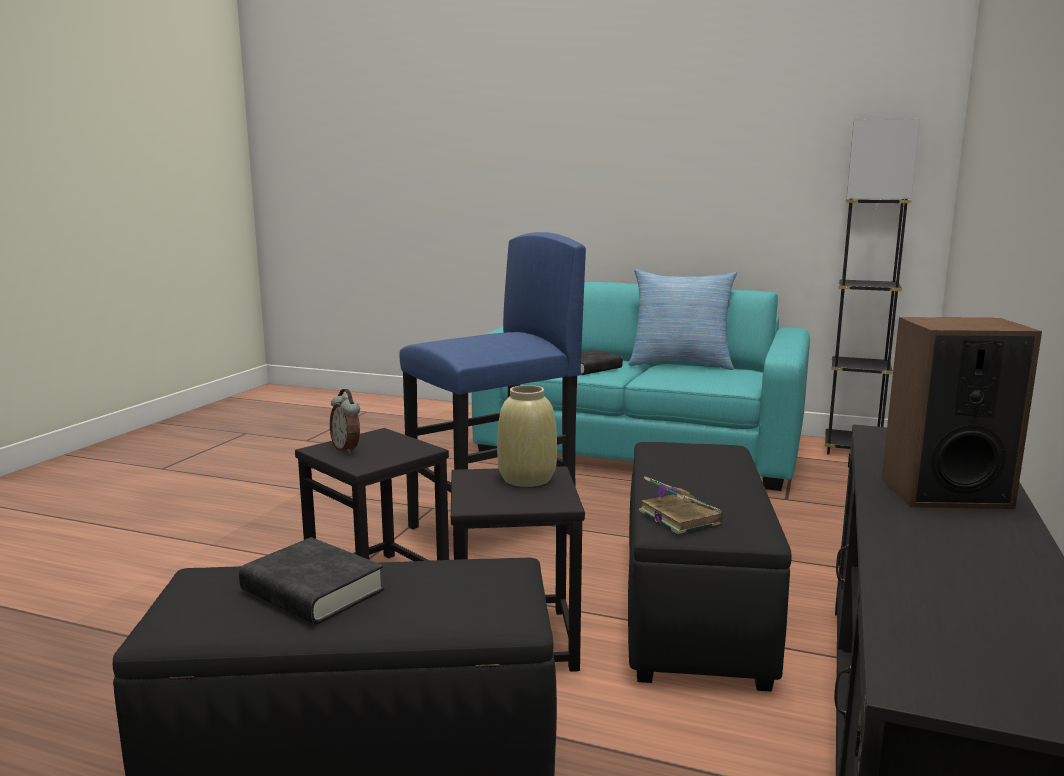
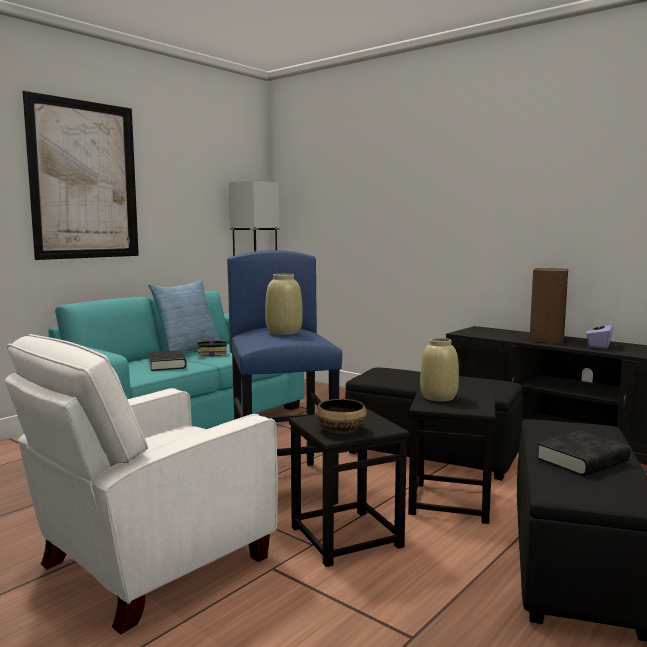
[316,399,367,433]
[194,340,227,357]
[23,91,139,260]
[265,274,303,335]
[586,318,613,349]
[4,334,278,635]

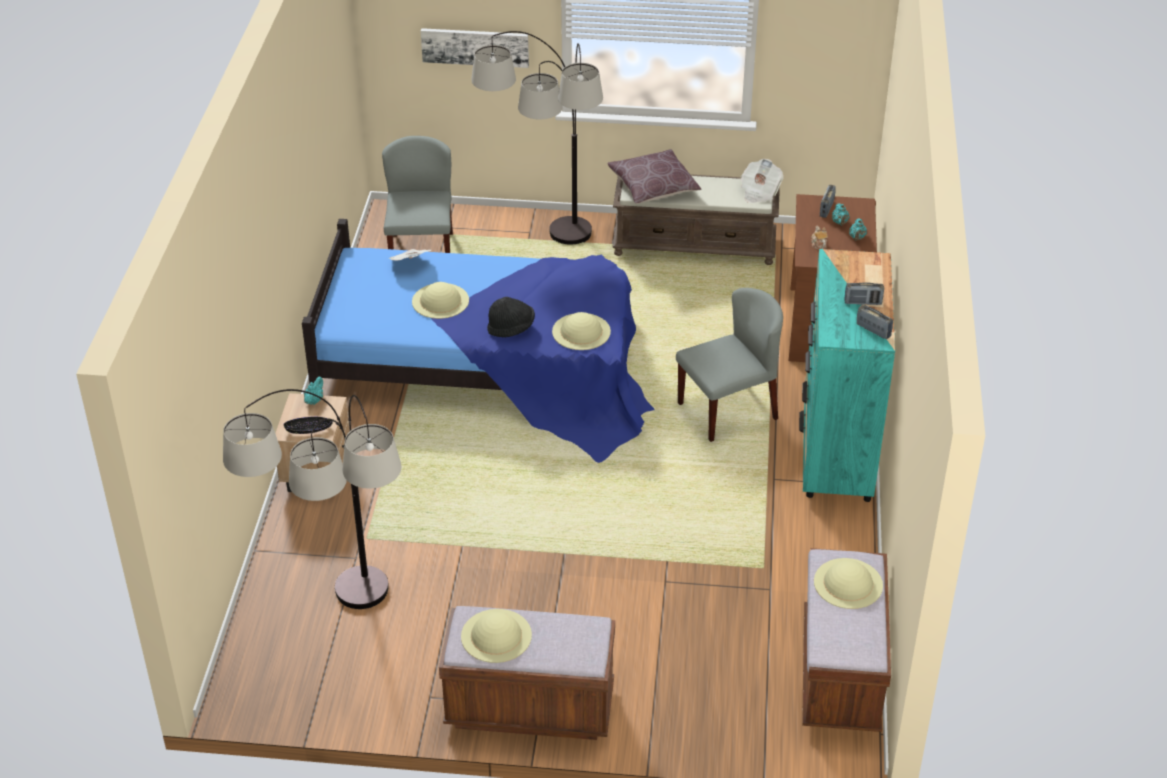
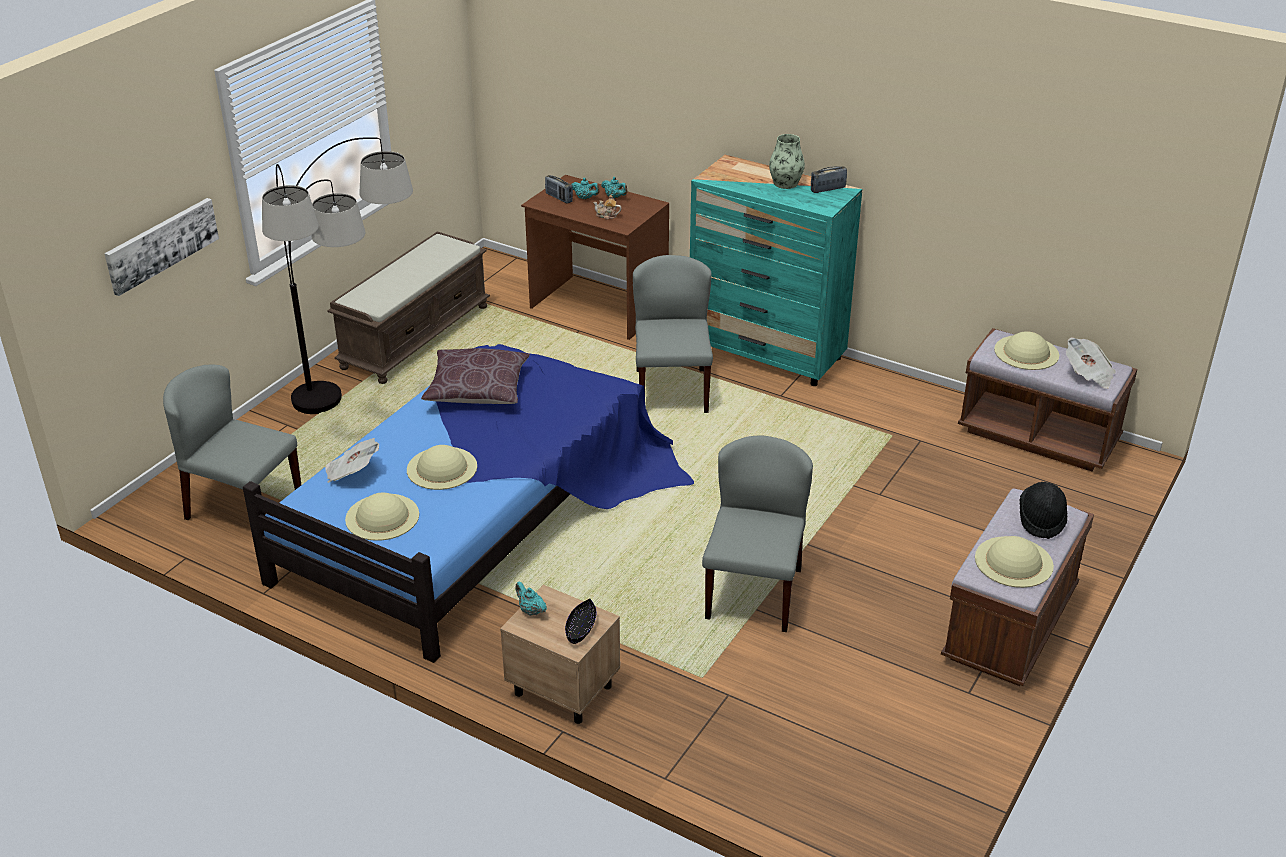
[421,348,530,404]
[1066,337,1116,389]
[769,134,805,189]
[1019,482,1067,539]
[345,493,419,541]
[223,389,401,609] (first image)
[702,435,813,632]

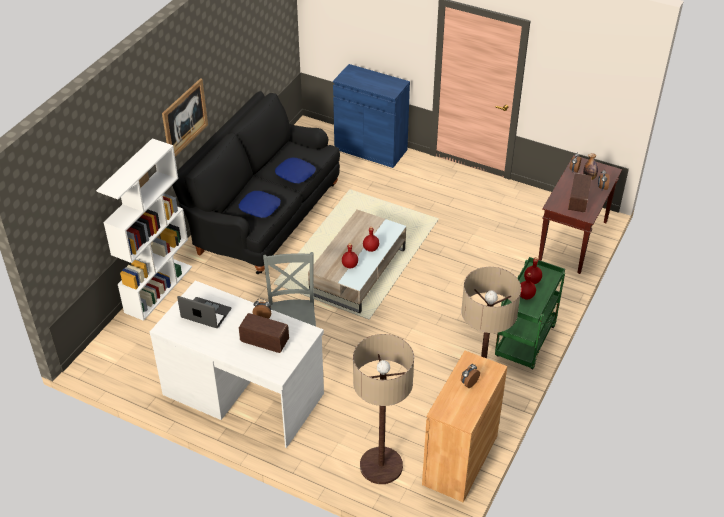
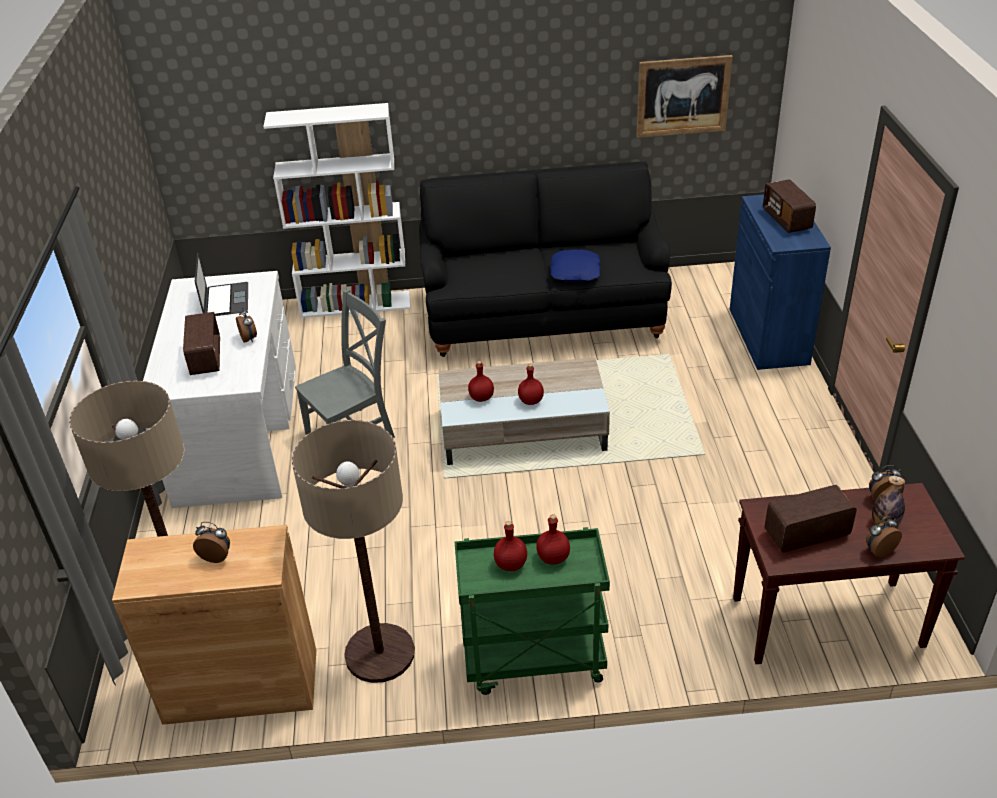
[636,55,733,138]
[239,191,281,218] (first image)
[763,179,816,233]

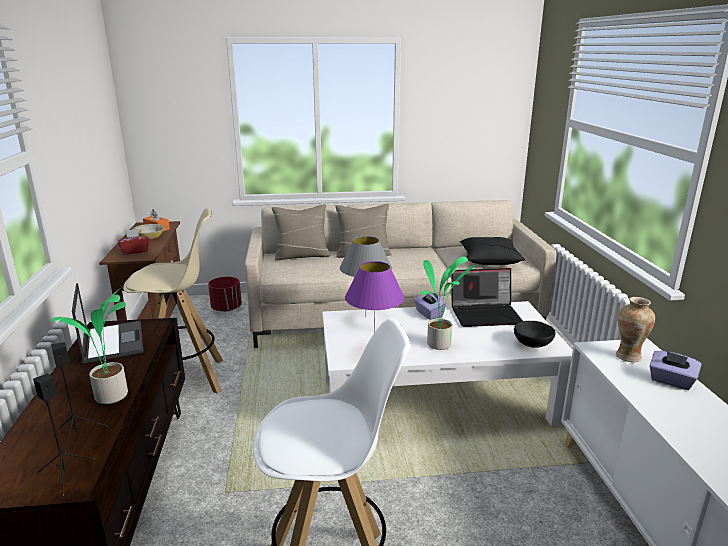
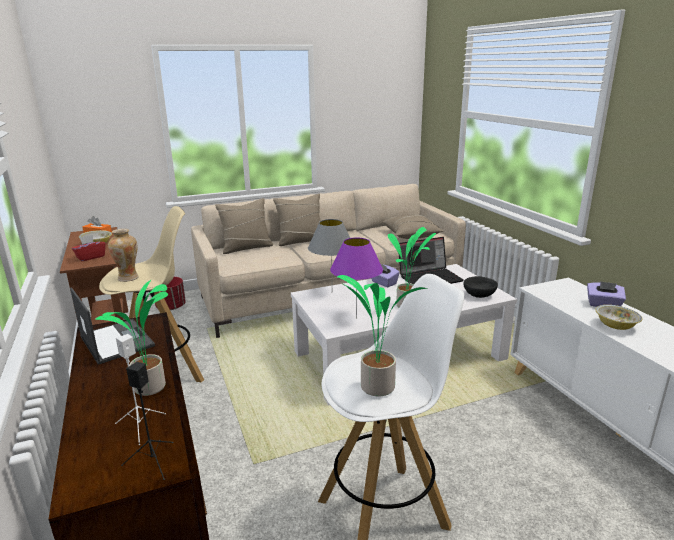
[383,215,443,239]
[108,229,139,282]
[115,334,166,445]
[337,275,428,397]
[596,305,642,330]

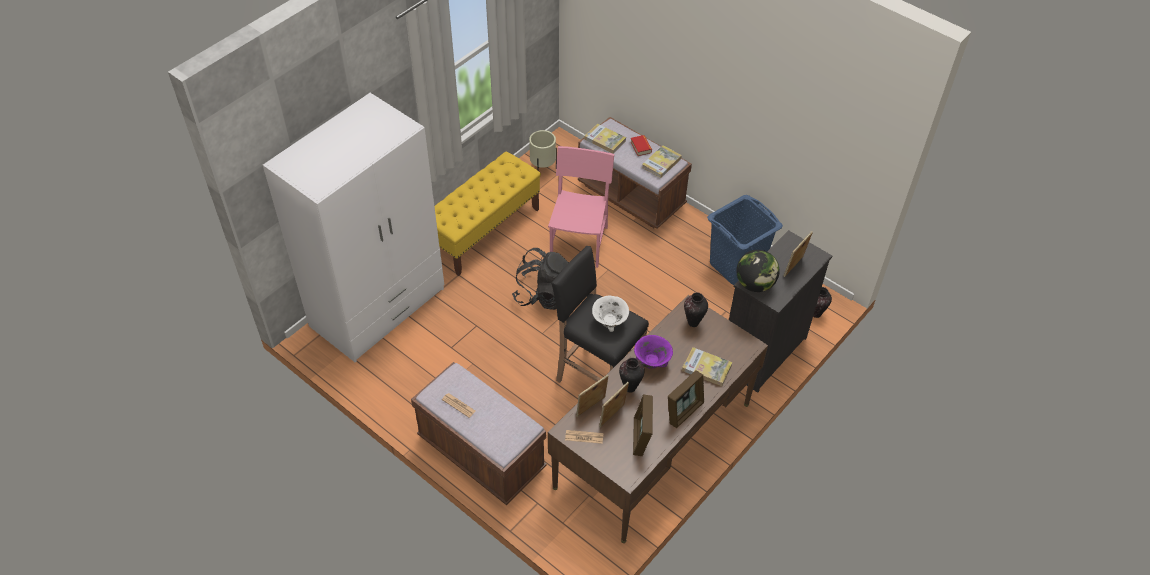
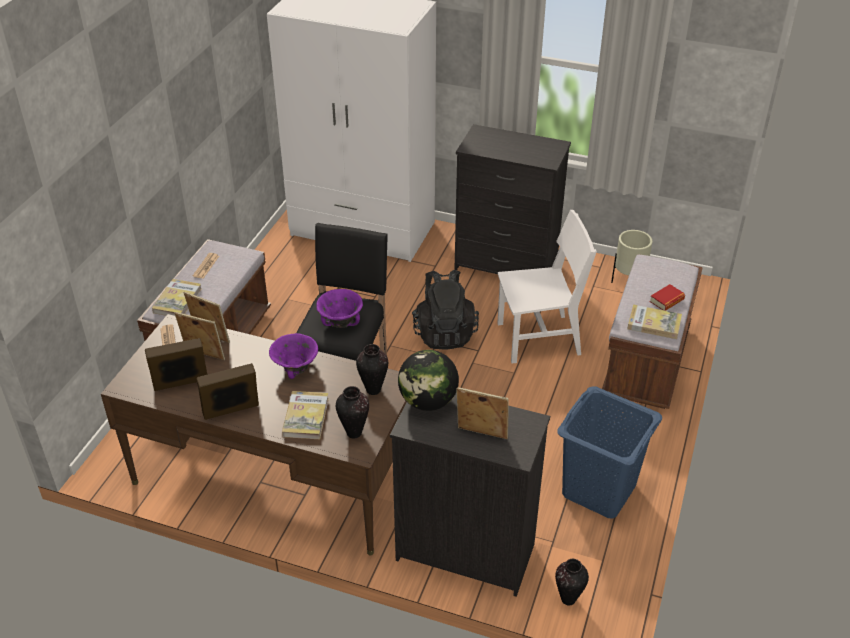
[152,279,202,316]
[497,210,597,364]
[454,124,571,274]
[316,289,363,328]
[336,386,369,439]
[197,363,259,420]

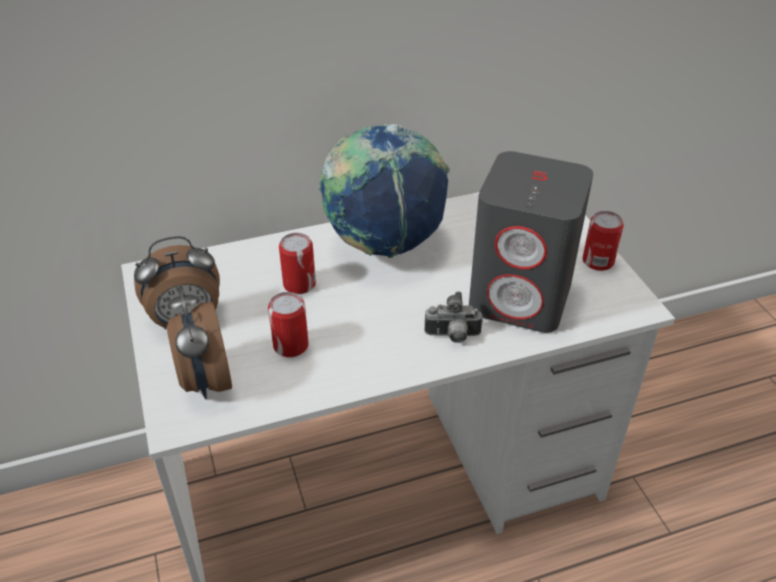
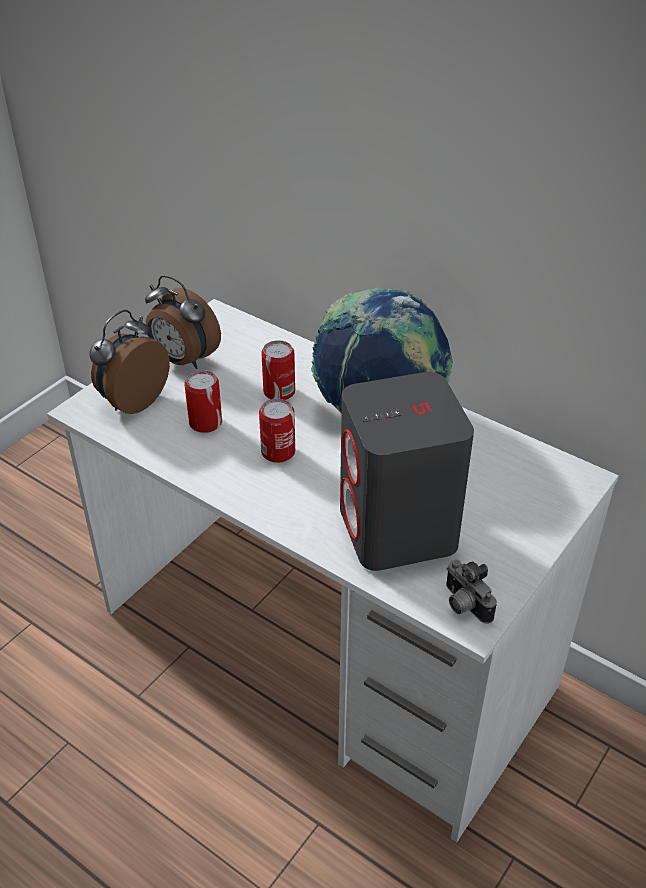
[259,399,295,463]
[446,559,497,624]

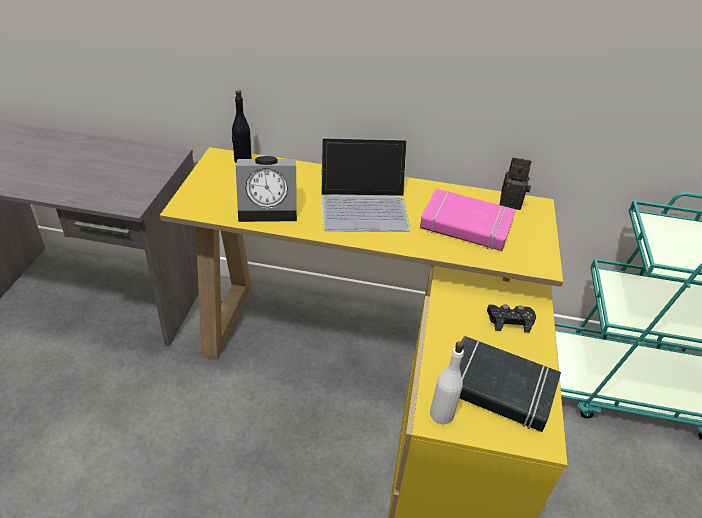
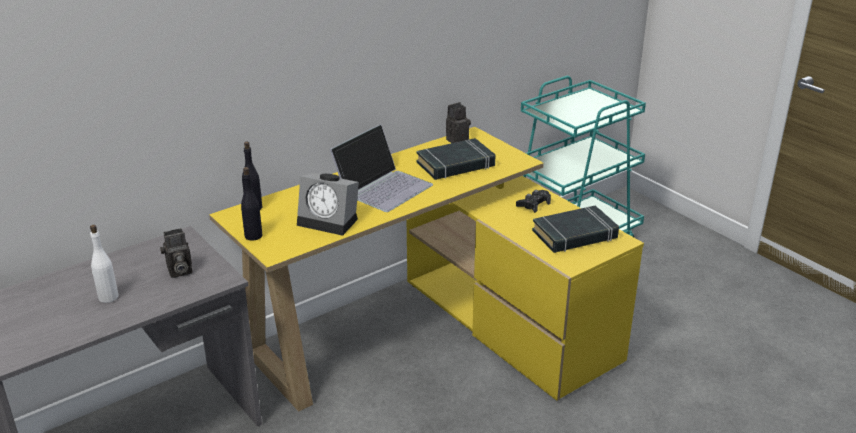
[297,173,359,236]
[416,138,496,180]
[90,225,119,303]
[241,167,262,241]
[160,228,192,278]

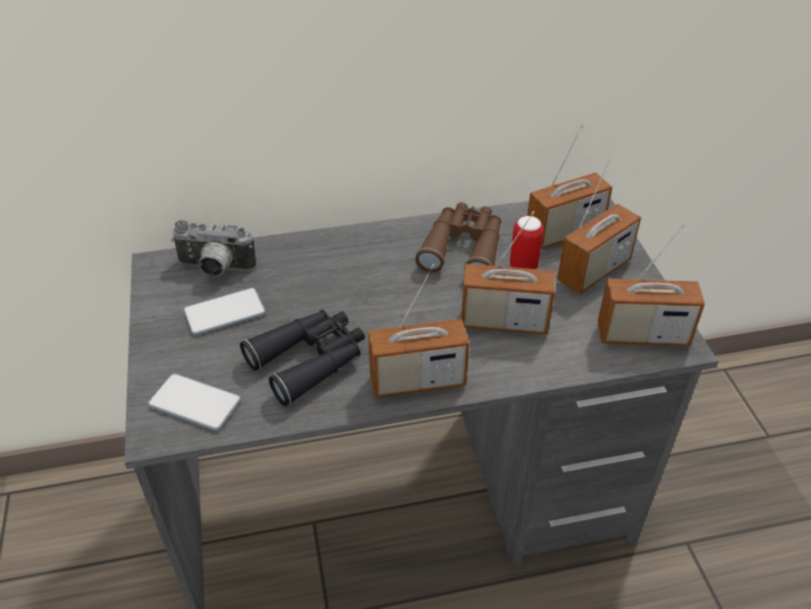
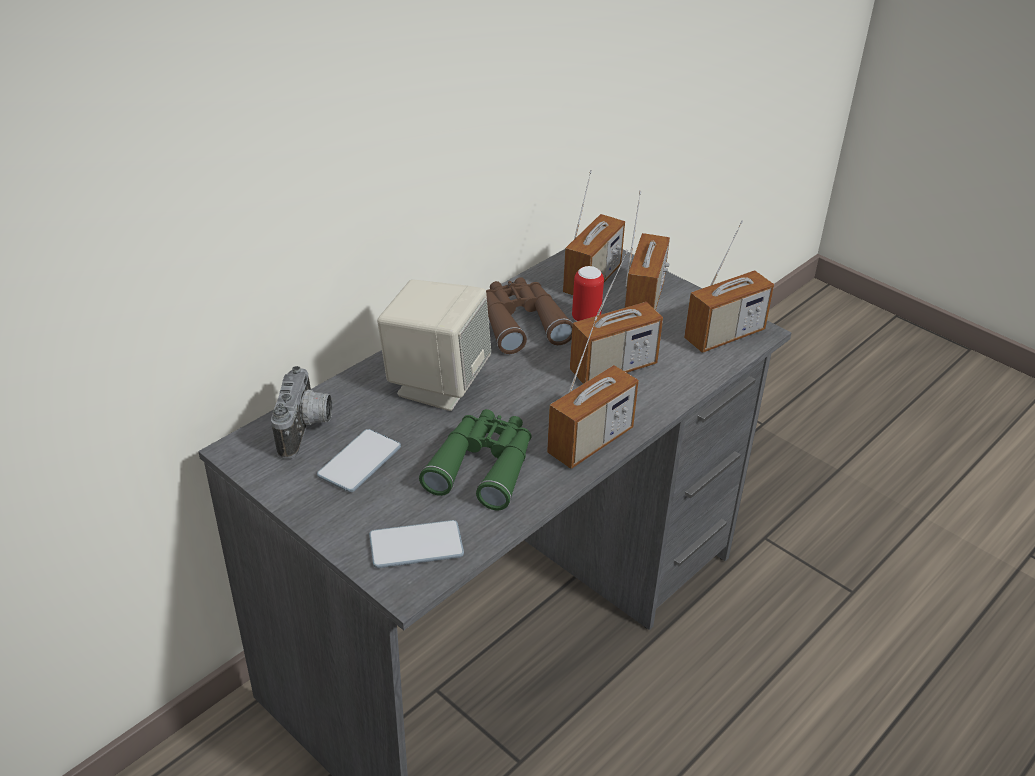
[271,366,332,459]
[419,409,532,510]
[377,280,491,411]

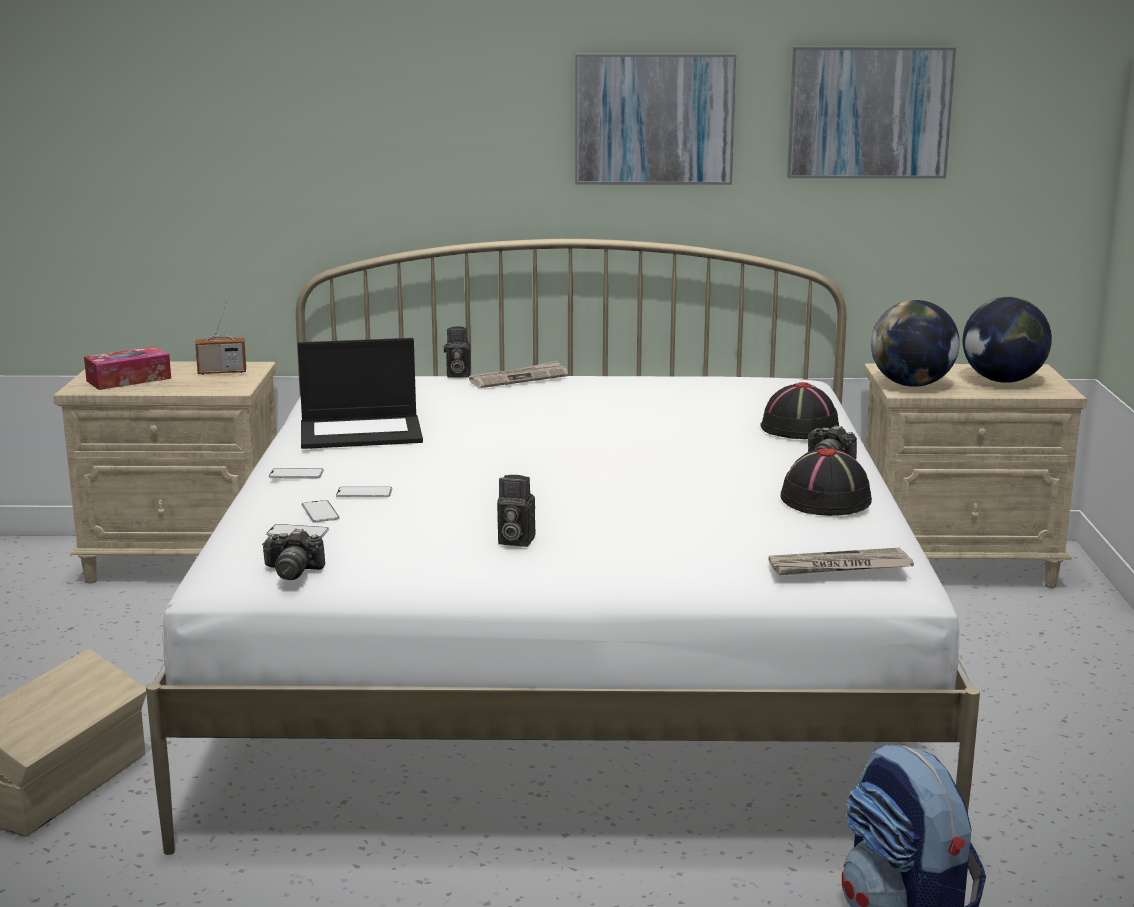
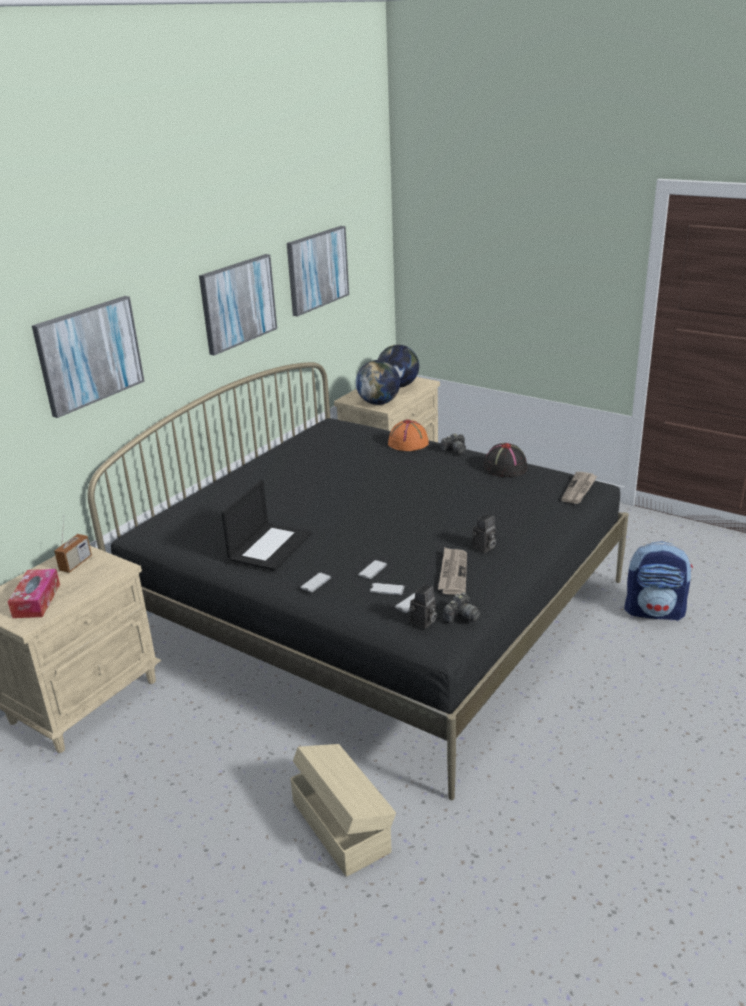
[88,362,629,800]
[409,584,437,629]
[438,547,467,595]
[388,419,429,451]
[32,296,145,418]

